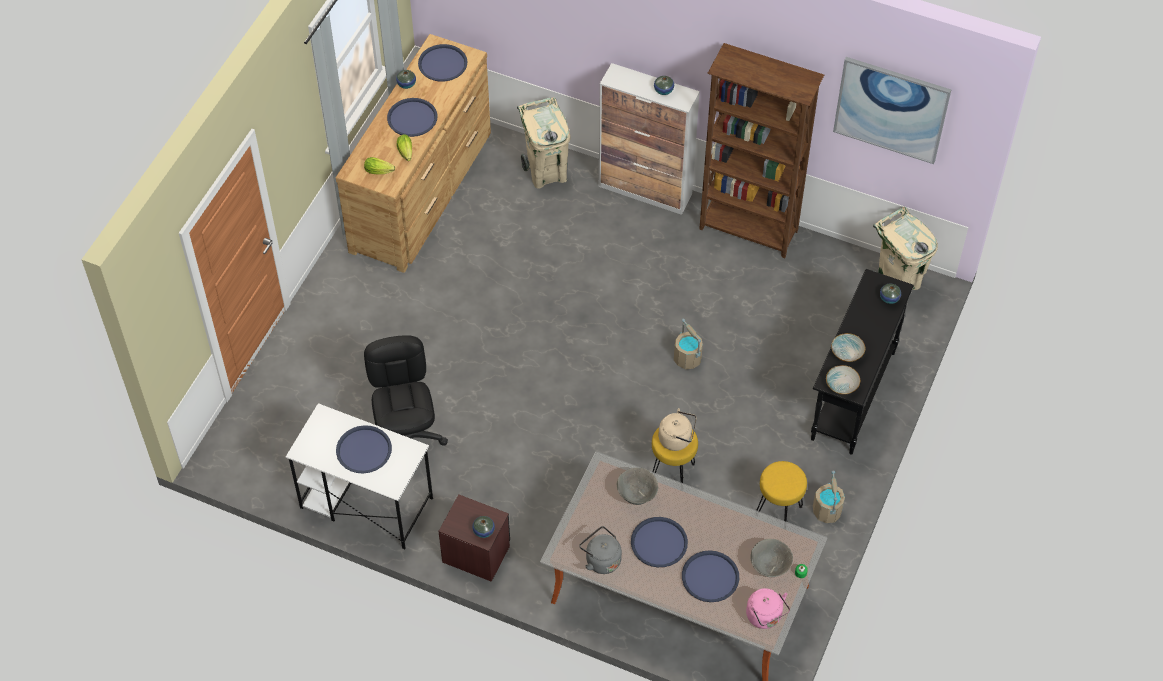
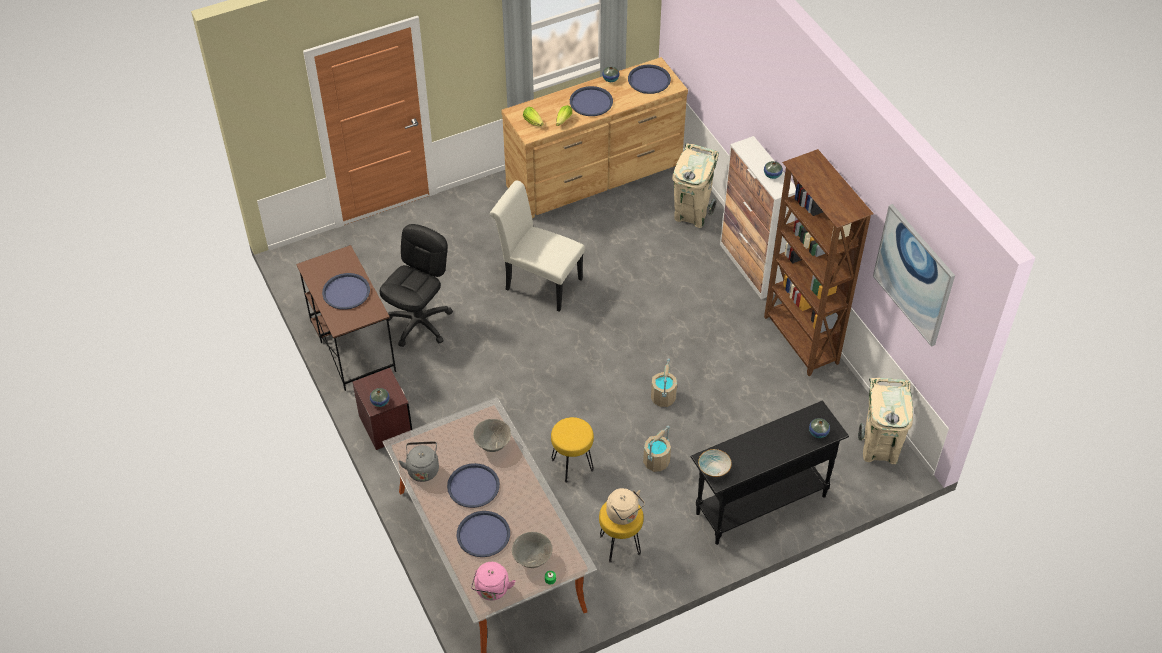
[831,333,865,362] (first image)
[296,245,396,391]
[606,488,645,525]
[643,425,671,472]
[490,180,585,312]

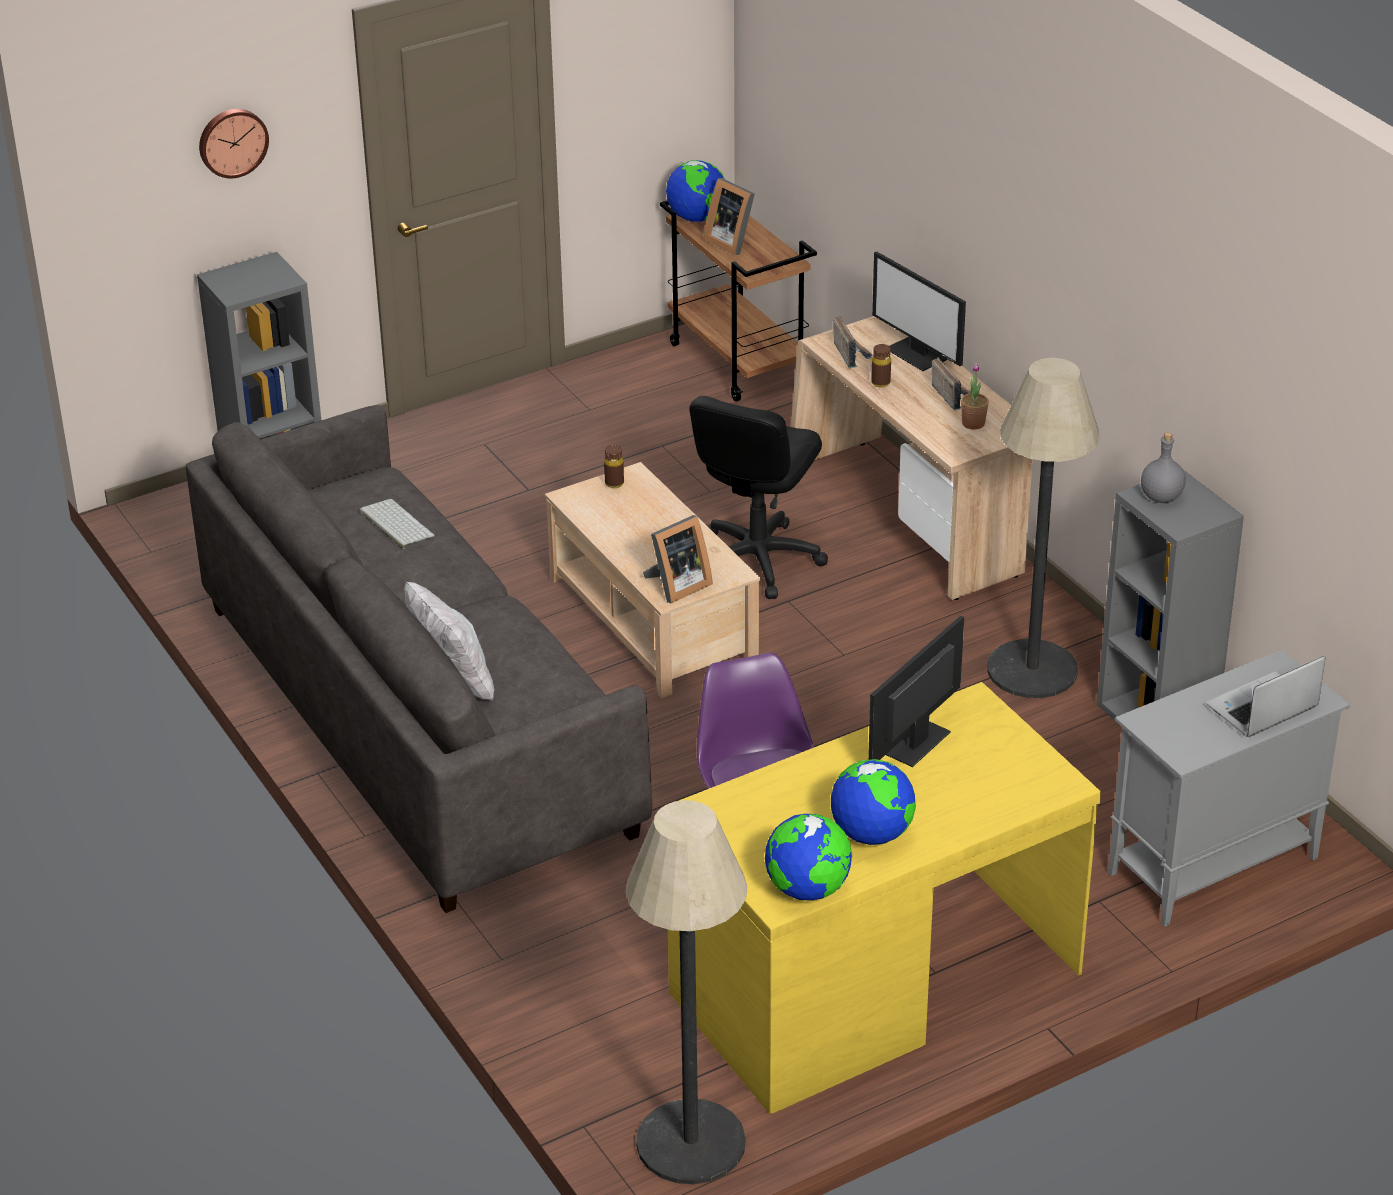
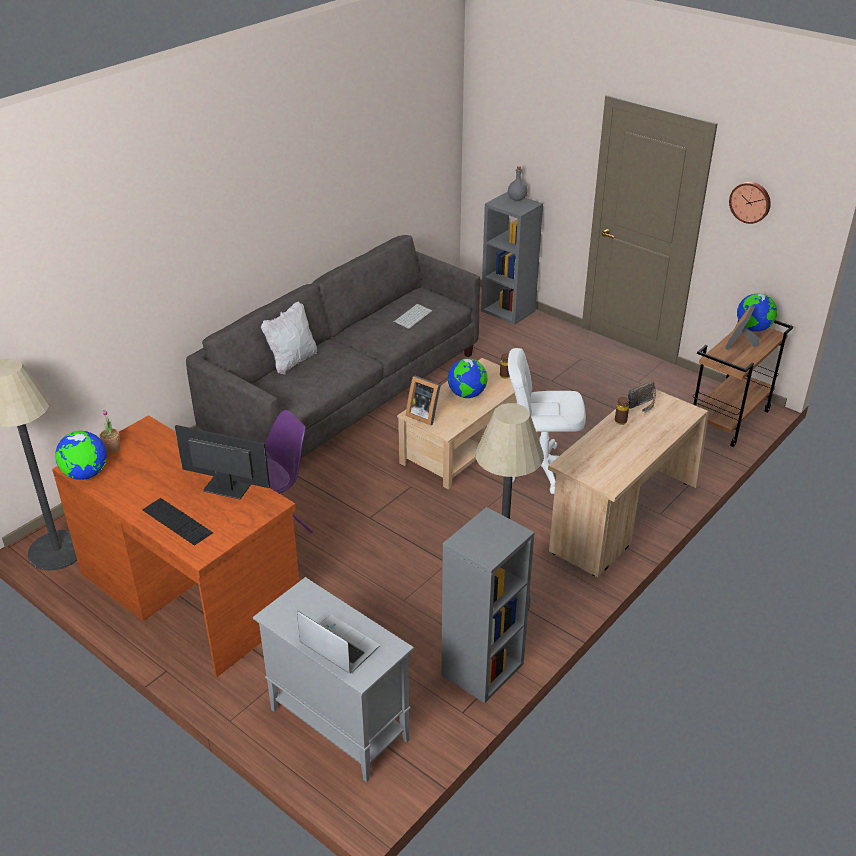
[729,182,771,224]
[872,251,966,371] (first image)
[932,357,970,410] (first image)
[100,410,121,454]
[508,348,586,494]
[508,166,528,201]
[52,415,300,677]
[448,358,487,398]
[142,498,213,546]

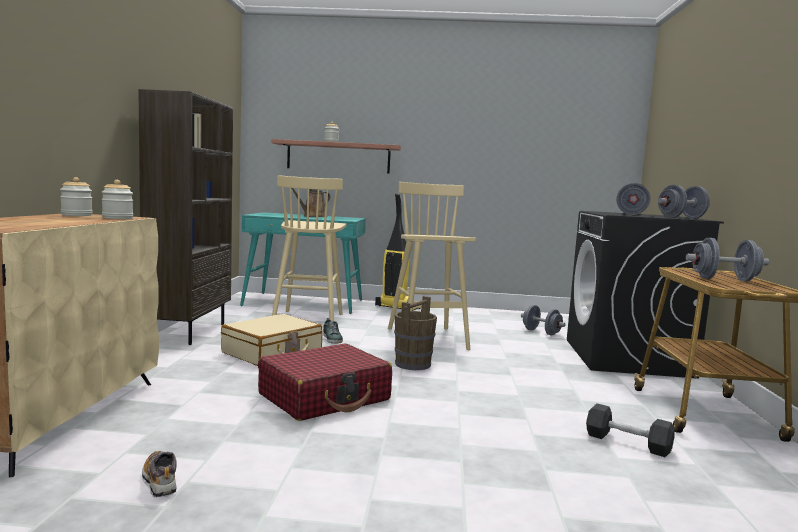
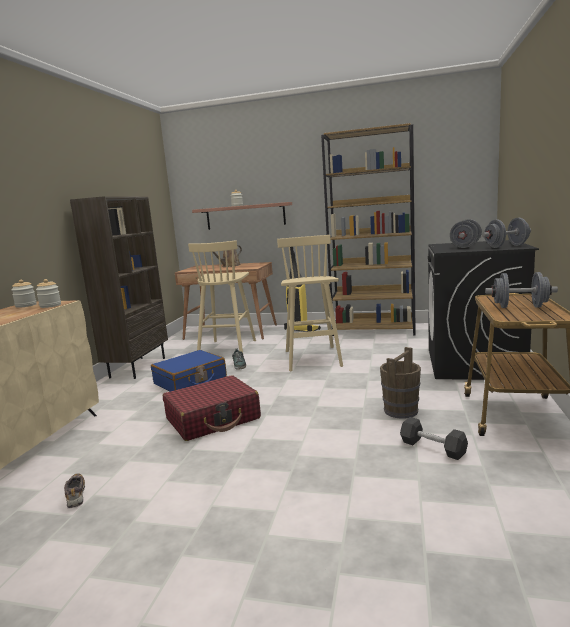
[175,262,277,340]
[380,347,421,419]
[521,305,566,336] (first image)
[151,350,227,392]
[321,123,416,336]

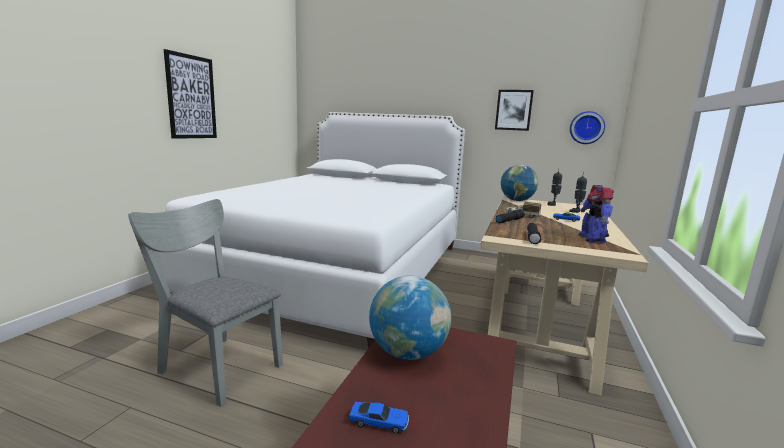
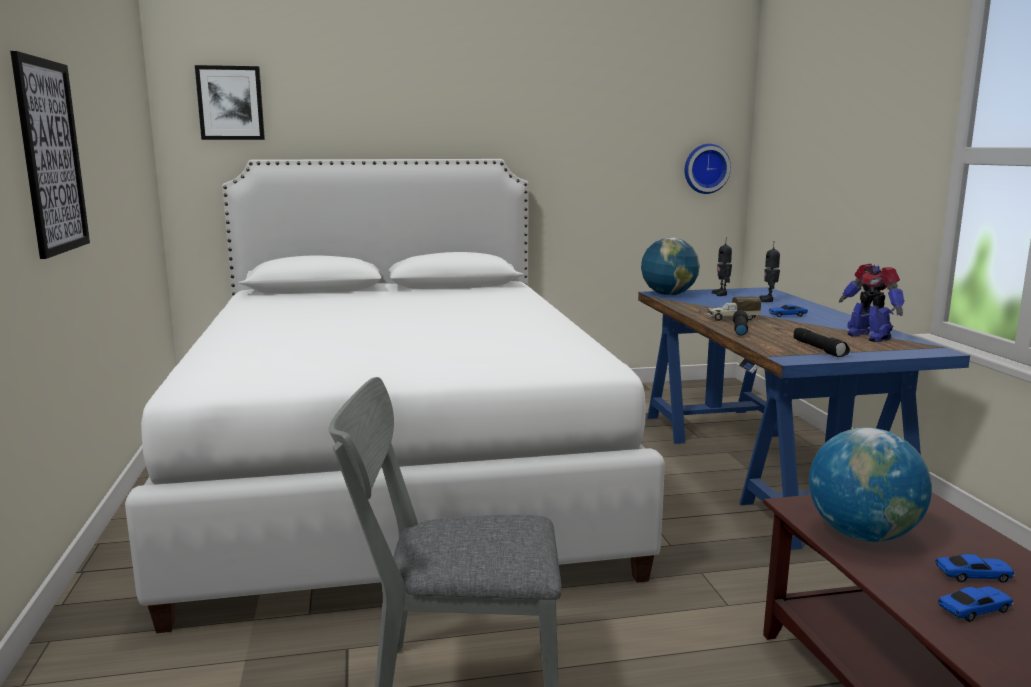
[195,65,265,140]
[638,287,970,550]
[935,554,1015,583]

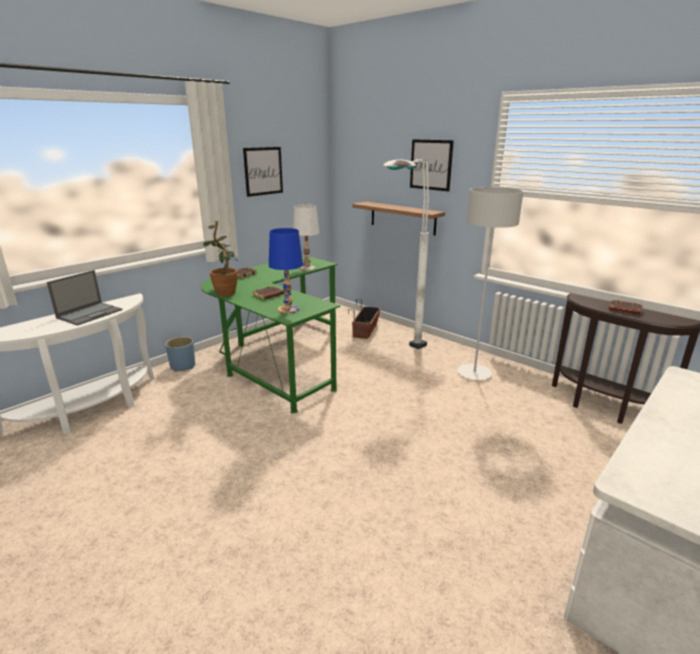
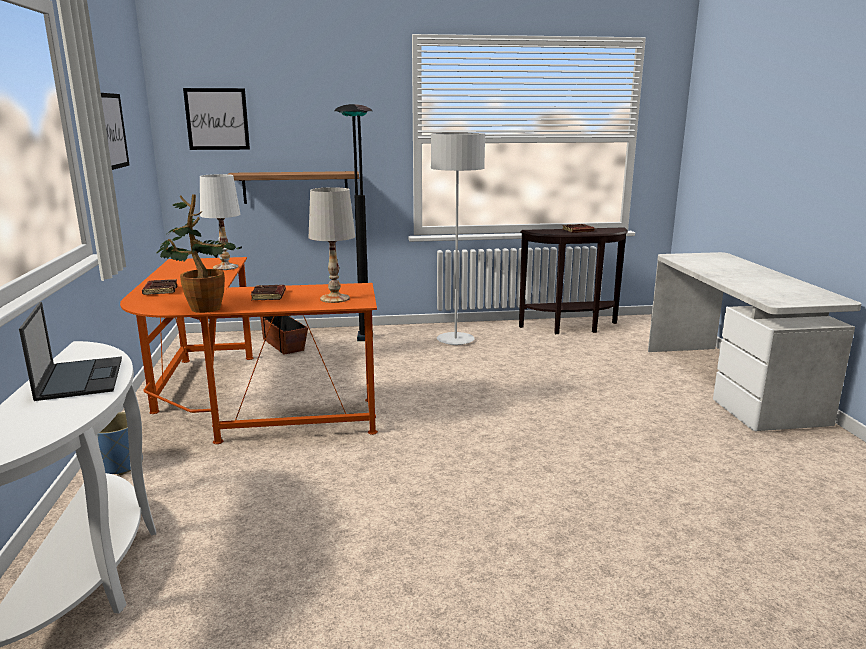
[183,88,250,150]
[334,104,372,341]
[309,187,355,303]
[120,257,378,444]

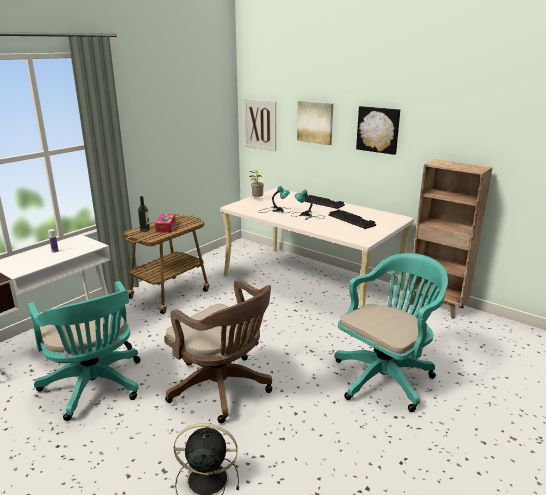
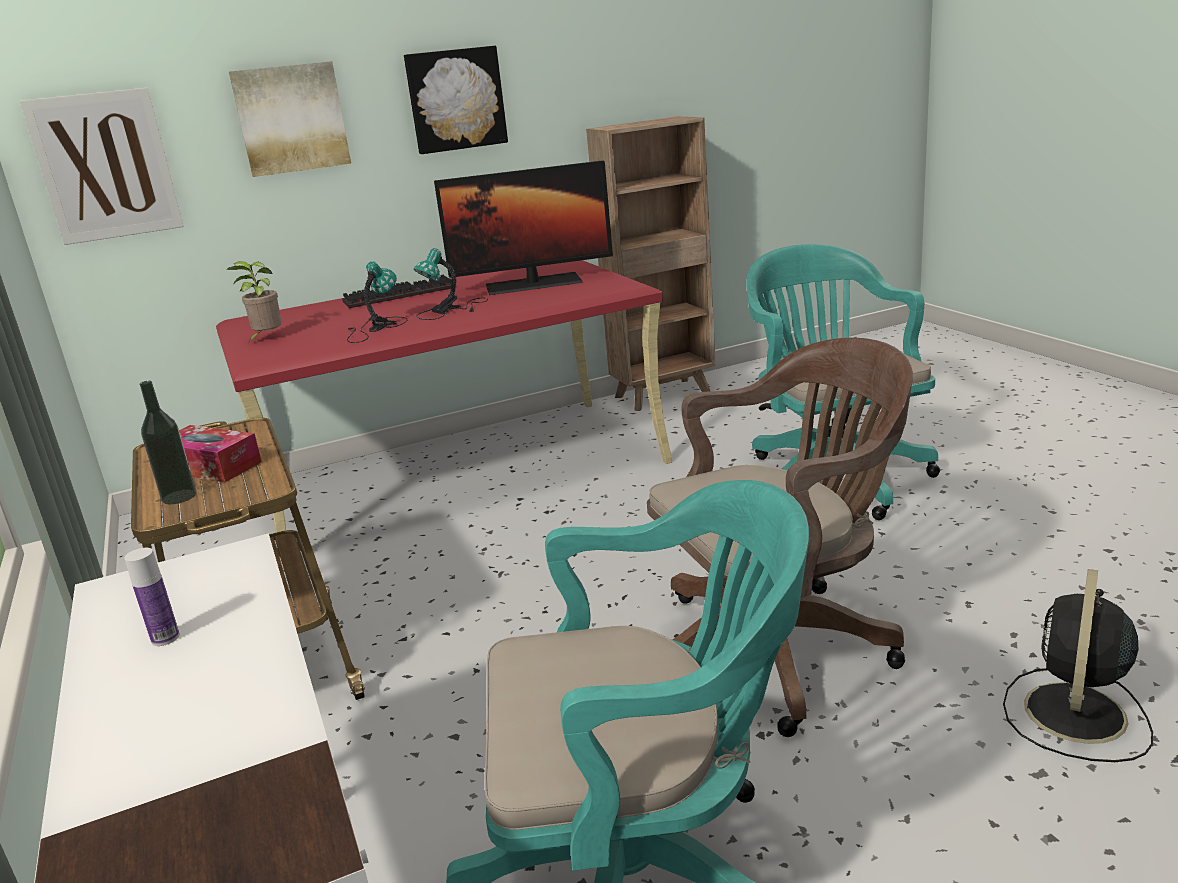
[216,260,672,571]
[434,160,613,295]

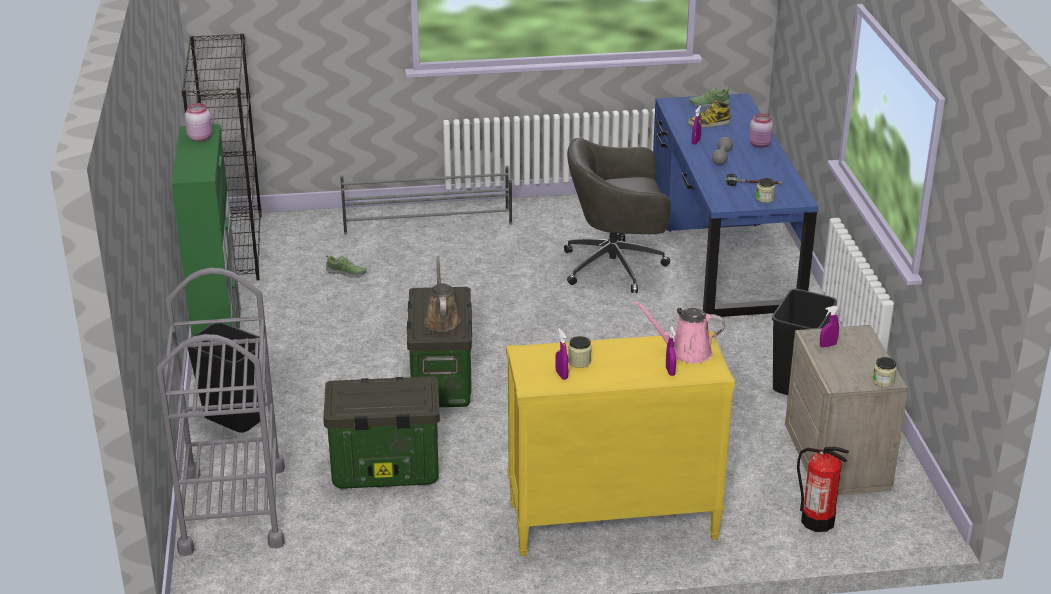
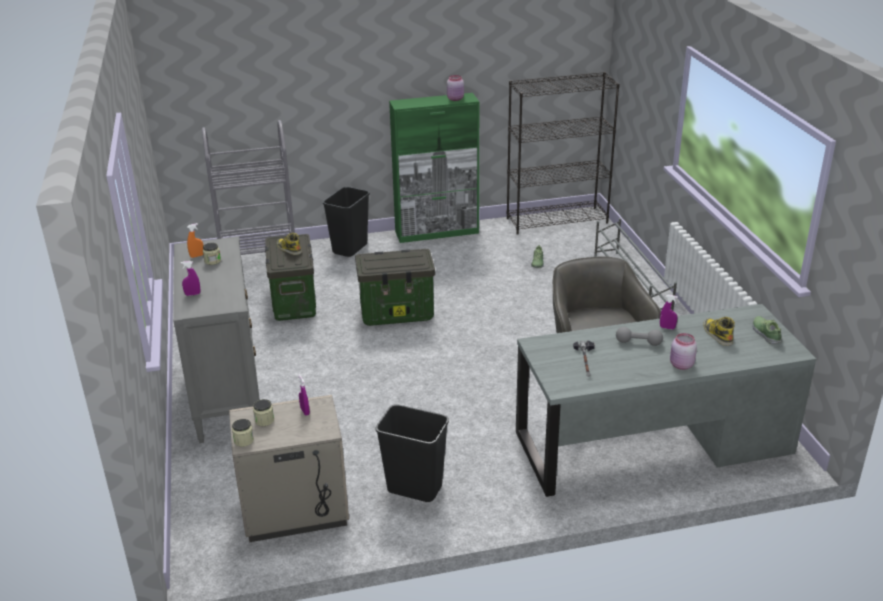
[516,304,816,497]
[253,399,274,426]
[424,256,460,332] (first image)
[633,300,725,364] (first image)
[187,223,204,258]
[173,236,260,443]
[797,447,849,532] (first image)
[277,233,302,255]

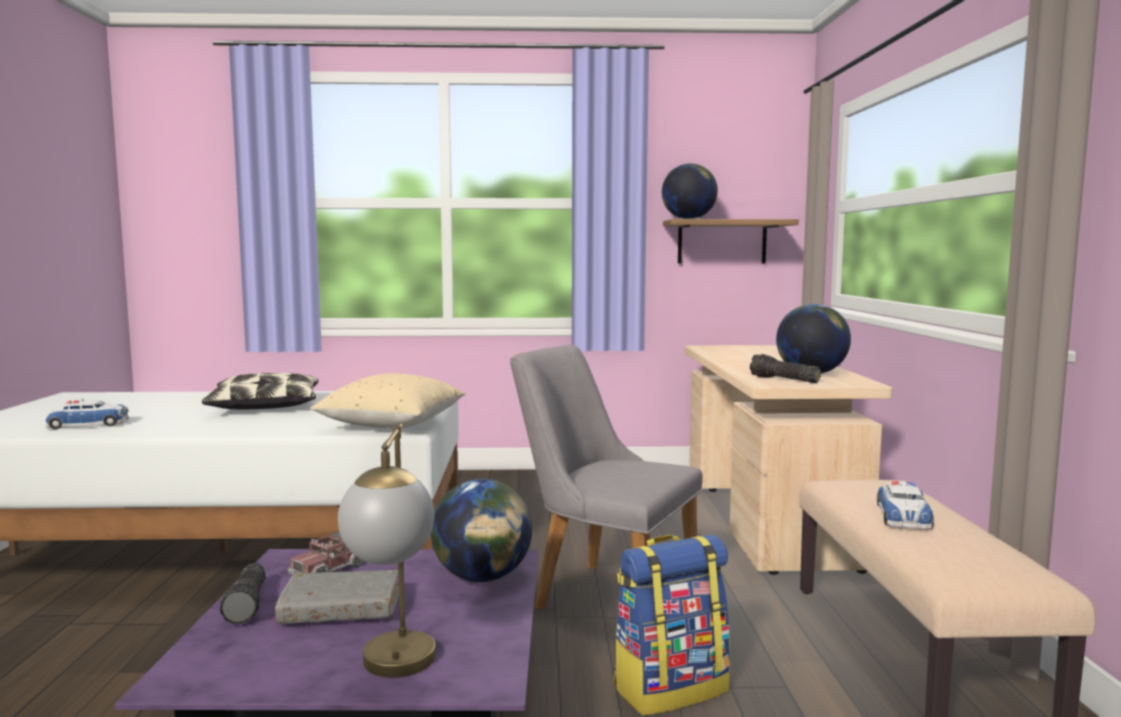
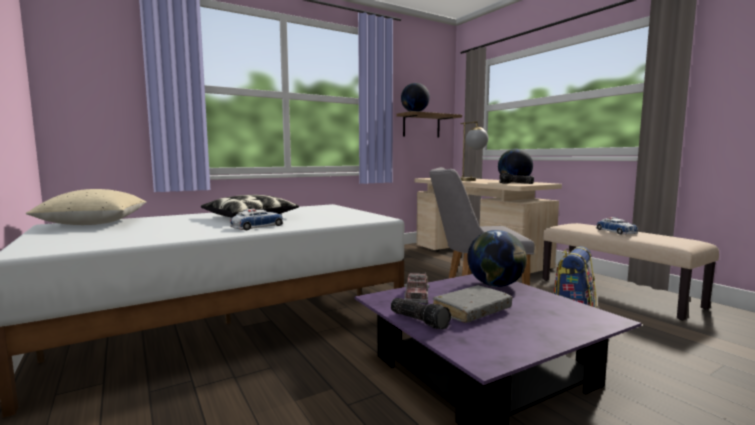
[26,189,146,225]
[230,209,283,230]
[460,121,488,181]

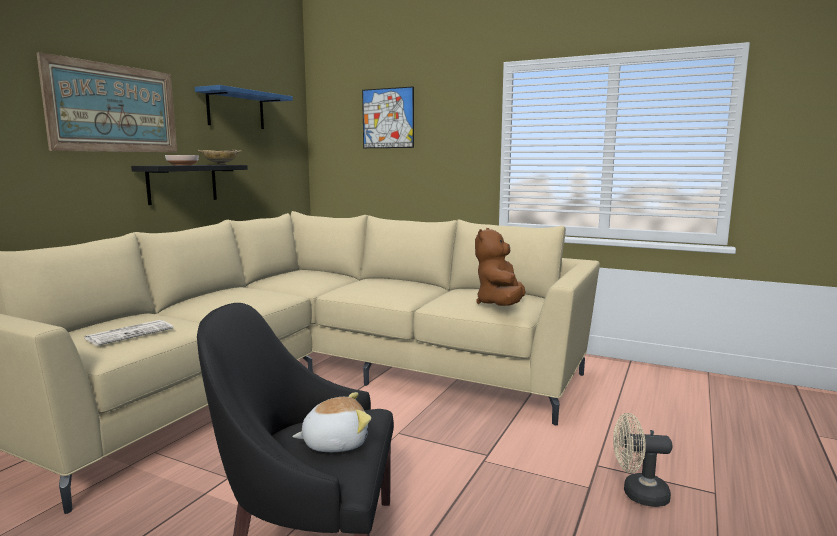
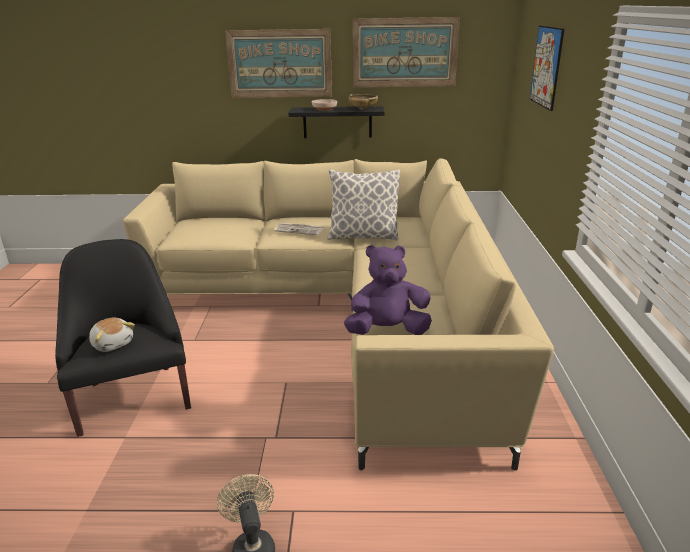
[353,17,460,87]
[344,245,432,335]
[274,223,324,235]
[327,169,400,240]

